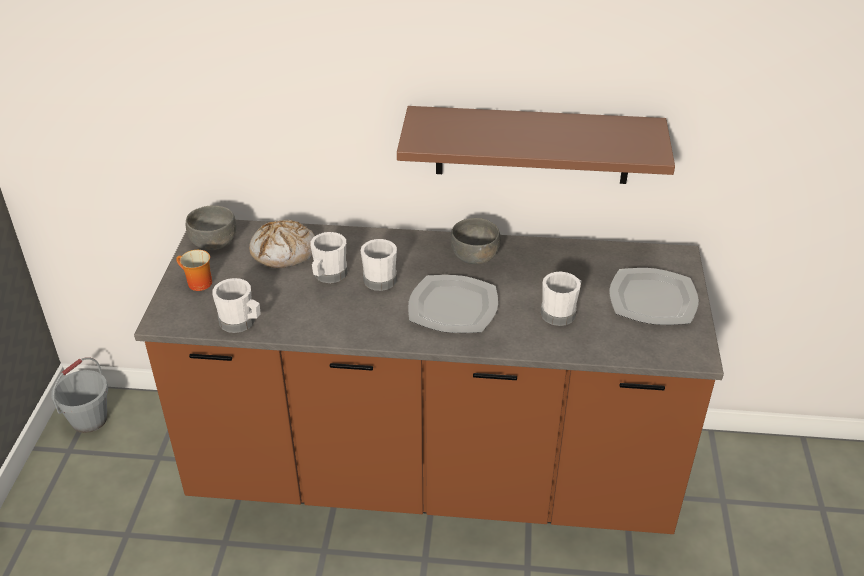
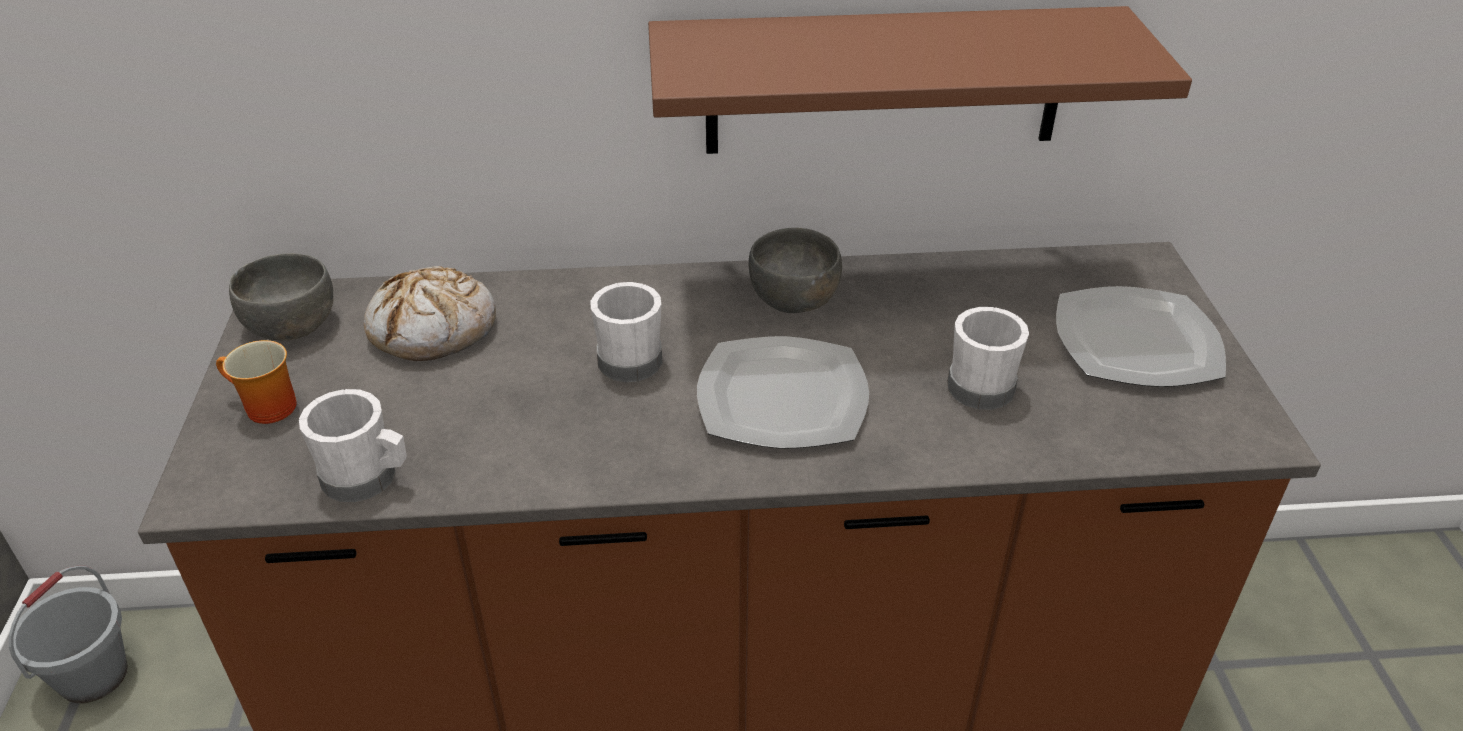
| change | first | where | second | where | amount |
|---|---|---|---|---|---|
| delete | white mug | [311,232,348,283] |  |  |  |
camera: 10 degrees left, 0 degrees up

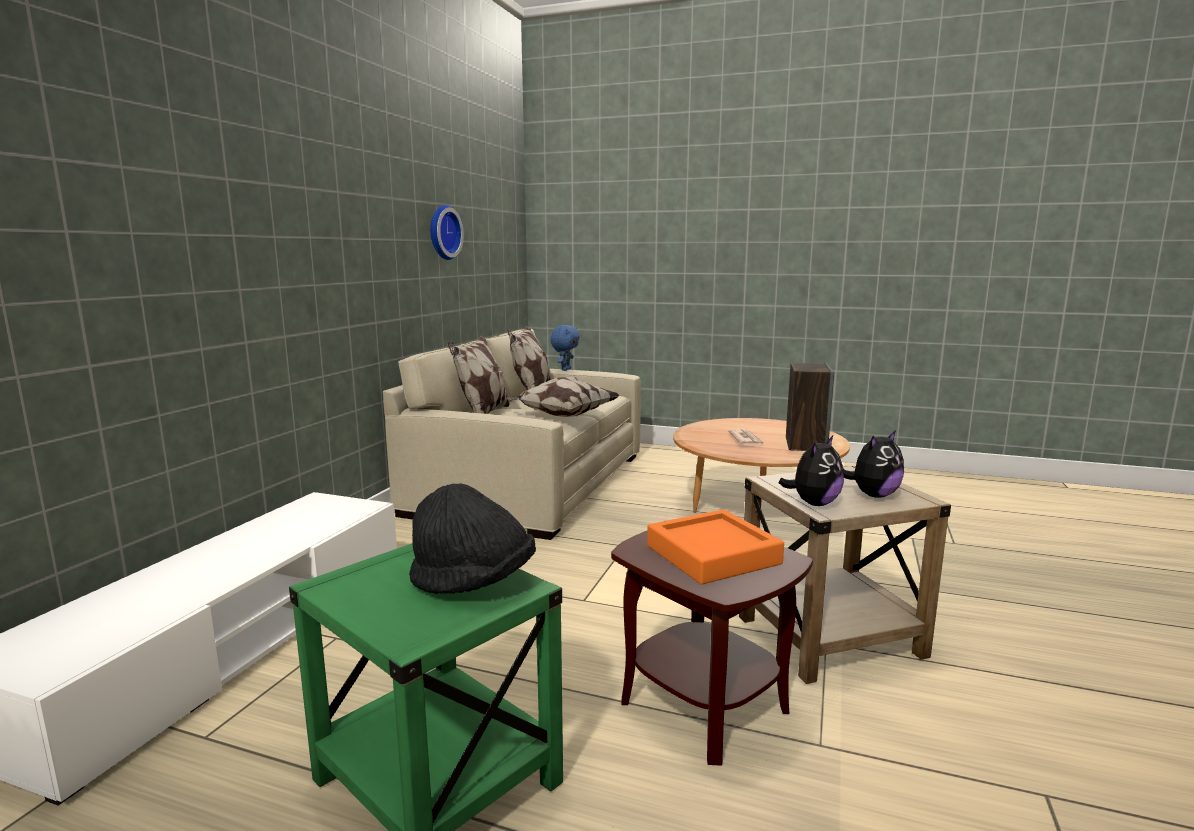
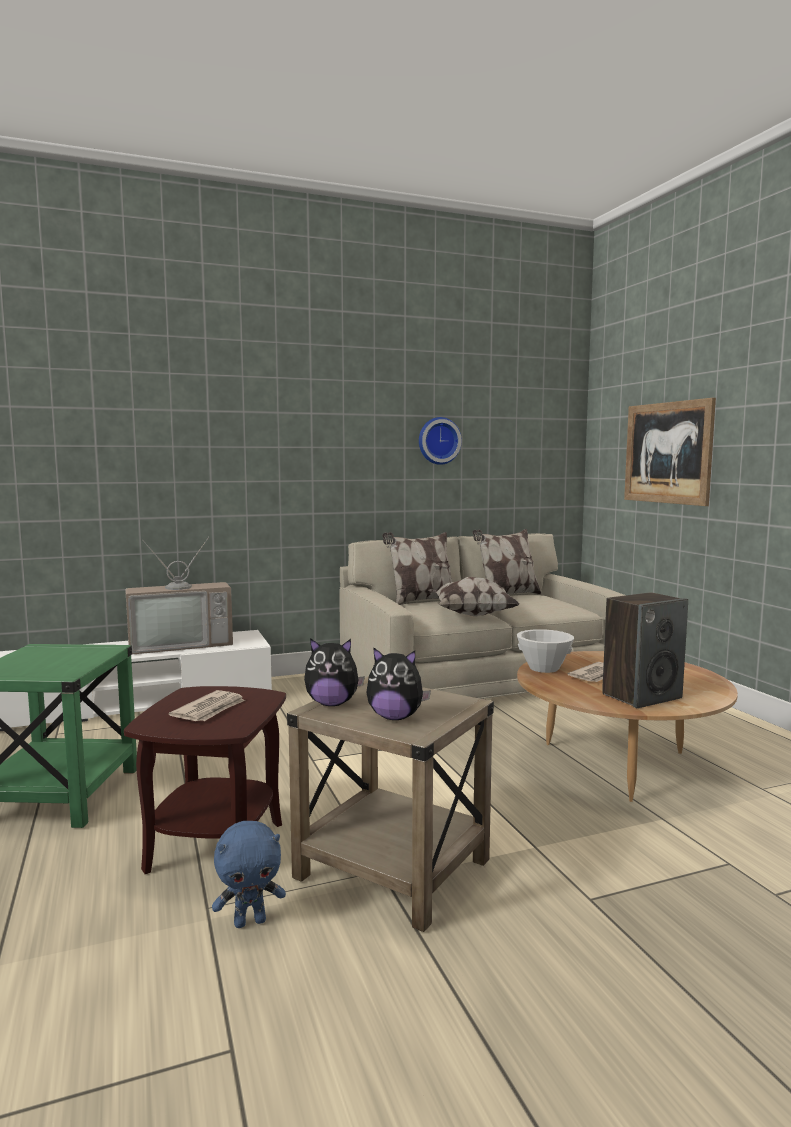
| change | first | where | second | where | amount |
|---|---|---|---|---|---|
| delete | black hat | [409,483,536,594] |  |  |  |
| insert |  |  | television | [125,537,233,655] |  |
| insert |  |  | white bowl | [517,629,574,673] |  |
| insert |  |  | picture | [624,398,716,506] |  |
| move | blue plush toy | [551,325,580,371] |  | [212,821,286,928] |  |
| replace | orange tray | [647,509,784,585] | newspaper | [169,690,245,721] |  |
camera: 50 degrees right, 5 degrees down

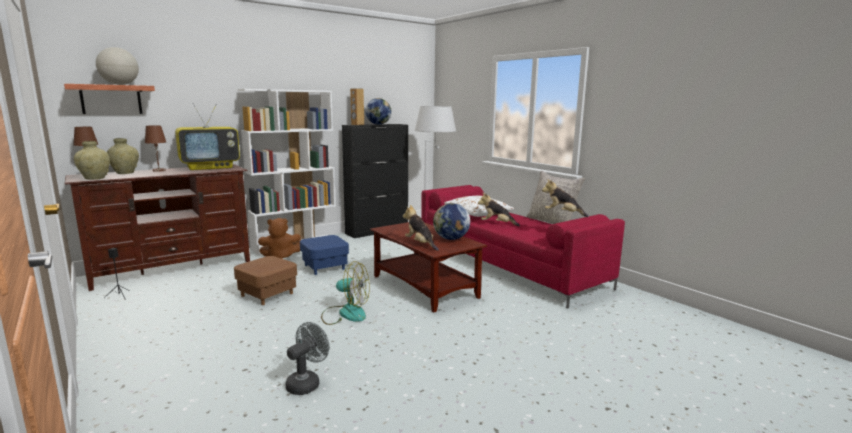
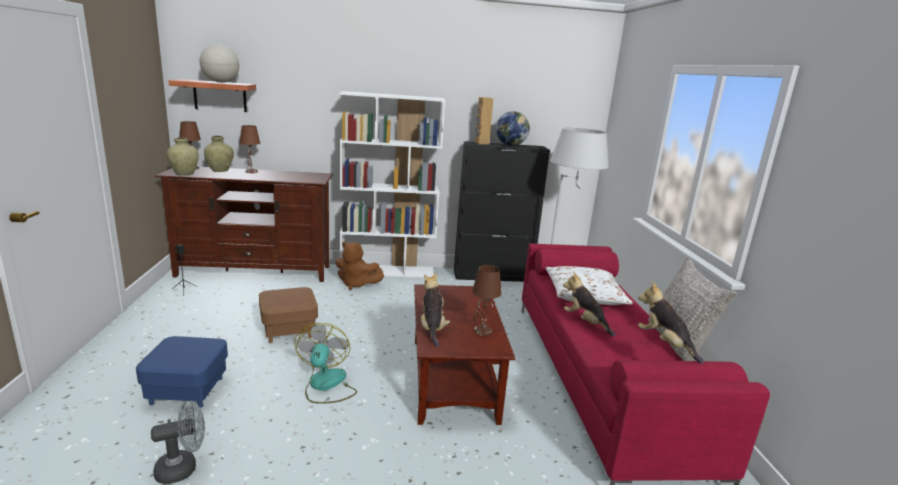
| change | first | where | second | where | amount |
|---|---|---|---|---|---|
| delete | television | [175,103,240,170] |  |  |  |
| move | blue ottoman | [300,235,349,275] |  | [136,336,228,408] |  |
| replace | globe | [433,203,470,240] | brown table lamp | [472,265,502,336] |  |
| rotate | fan | [321,261,370,325] |  | [294,323,357,404] | 135 degrees counterclockwise |
camera: 30 degrees right, 5 degrees up

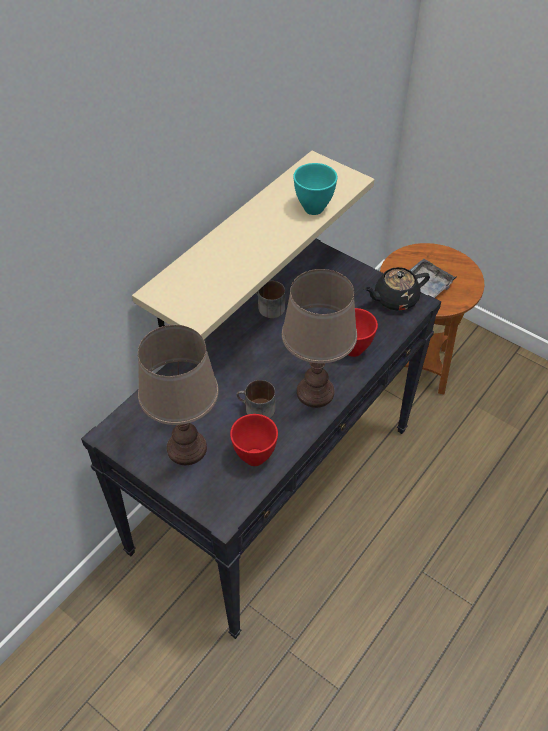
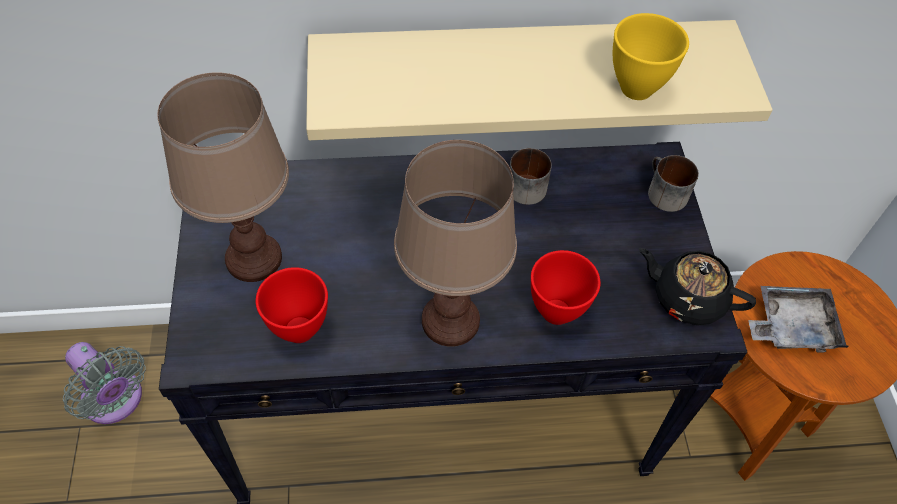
| change | first | where | second | where | amount |
|---|---|---|---|---|---|
| insert |  |  | grey fan | [63,342,146,424] |  |
| move | mug | [236,380,275,418] |  | [648,155,699,212] |  |
| recolor | turquoise bowl | [293,163,338,215] | yellow bowl | [613,13,689,100] |  |
camera: 45 degrees right, 5 degrees up

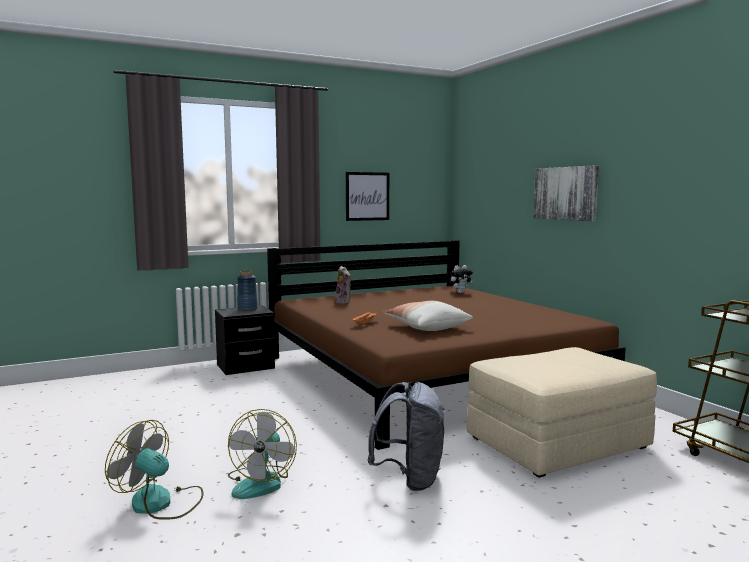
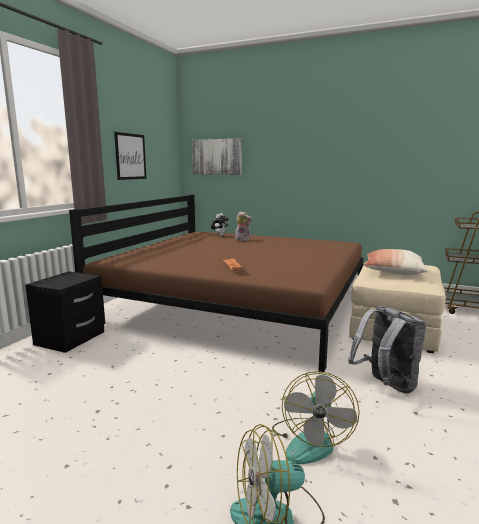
| change | first | where | second | where | amount |
|---|---|---|---|---|---|
| delete | blue vase | [237,271,258,311] |  |  |  |
| move | plush toy | [335,266,351,304] |  | [235,212,252,241] |  |
| move | pillow | [383,301,473,331] |  | [364,249,428,275] |  |
| move | picture | [533,165,599,221] |  | [192,138,242,175] |  |
| rotate | fan | [228,409,297,499] |  | [272,371,360,464] | 45 degrees clockwise |
camera: 40 degrees left, 5 degrees up

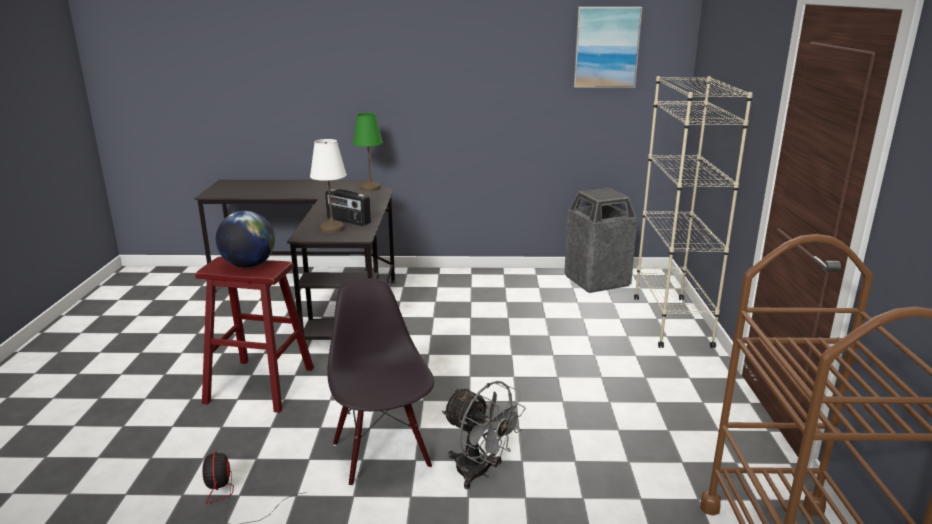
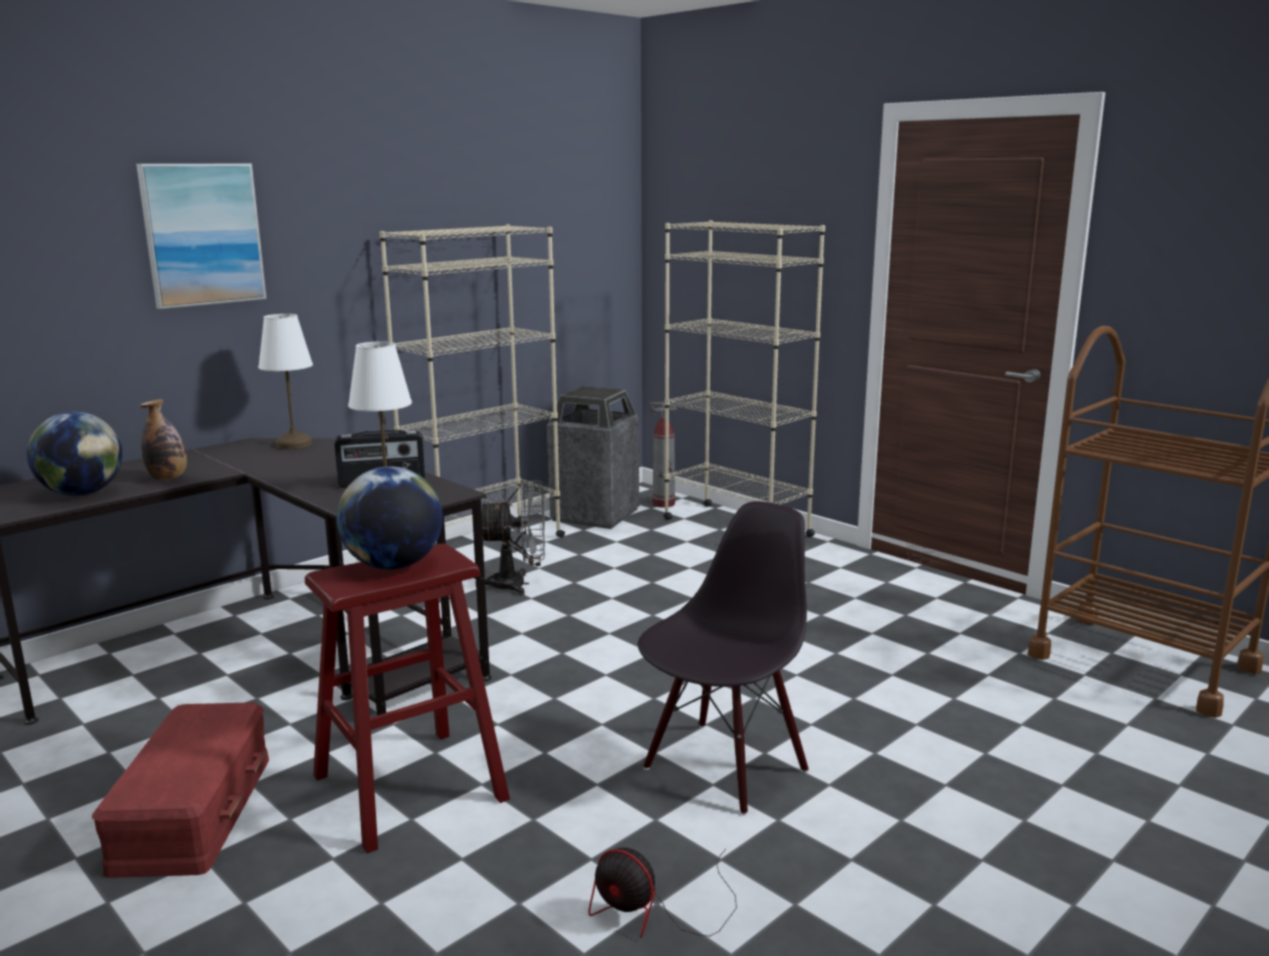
| change | first | where | second | where | amount |
|---|---|---|---|---|---|
| insert |  |  | globe | [27,412,123,496] |  |
| insert |  |  | red storage box | [92,702,269,878] |  |
| insert |  |  | bottle | [140,399,187,480] |  |
| insert |  |  | beige bookcase | [379,224,565,538] |  |
| insert |  |  | fire extinguisher | [650,402,677,508] |  |
| move | grey fan | [442,381,526,489] |  | [475,481,545,596] |  |
| move | picture | [574,7,643,88] |  | [136,164,267,309] |  |
| recolor | green table lamp | [353,113,383,191] | white table lamp | [258,314,313,449] |  |
| rotate | black chair | [327,278,434,486] |  | [638,501,809,815] | 105 degrees clockwise |
camera: 45 degrees left, 5 degrees down

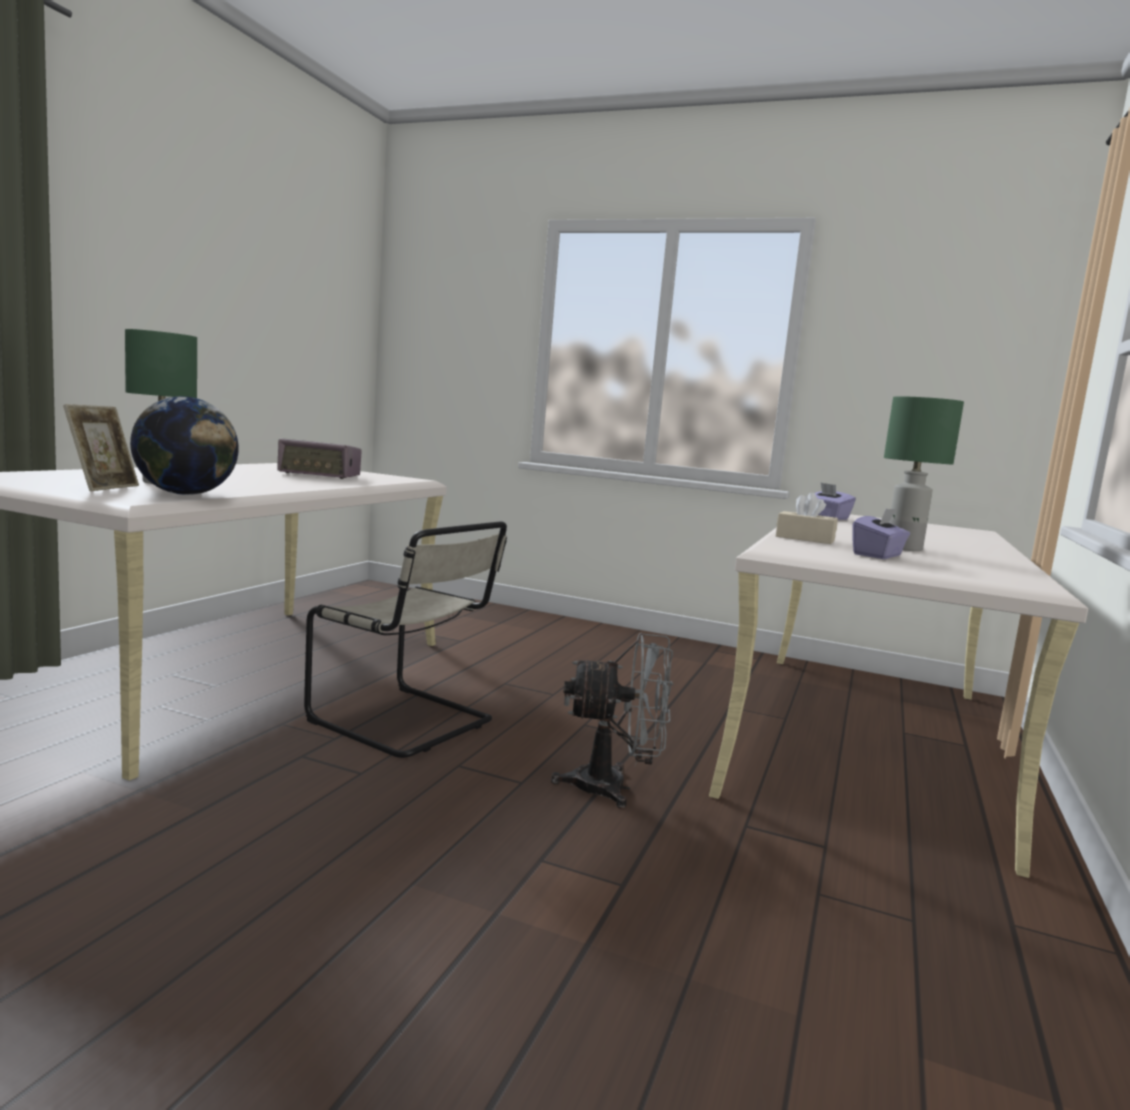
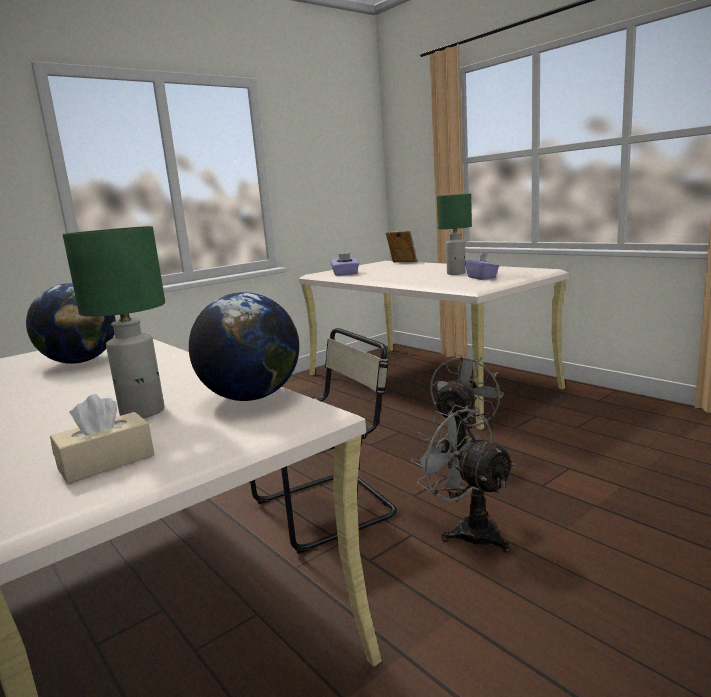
| change | first | where | second | where | amount |
|---|---|---|---|---|---|
| insert |  |  | grey fan | [411,405,516,553] |  |
| move | picture frame | [63,404,139,492] |  | [386,231,417,262] |  |
| move | beige tissue box | [776,492,838,544] |  | [50,394,154,484] |  |
| replace | radio | [277,438,361,479] | globe | [26,283,116,364] |  |
camera: 60 degrees left, 5 degrees up

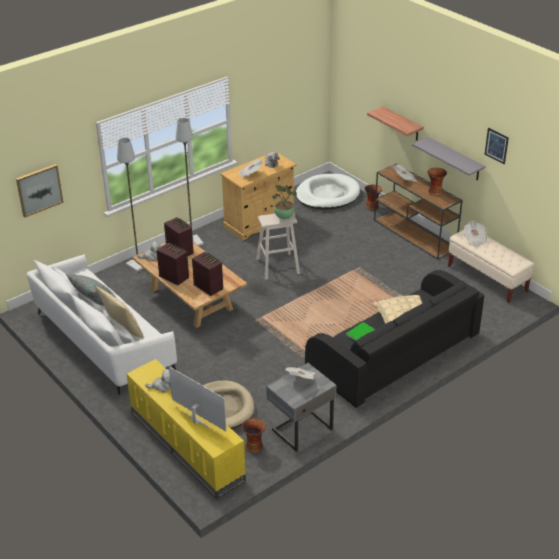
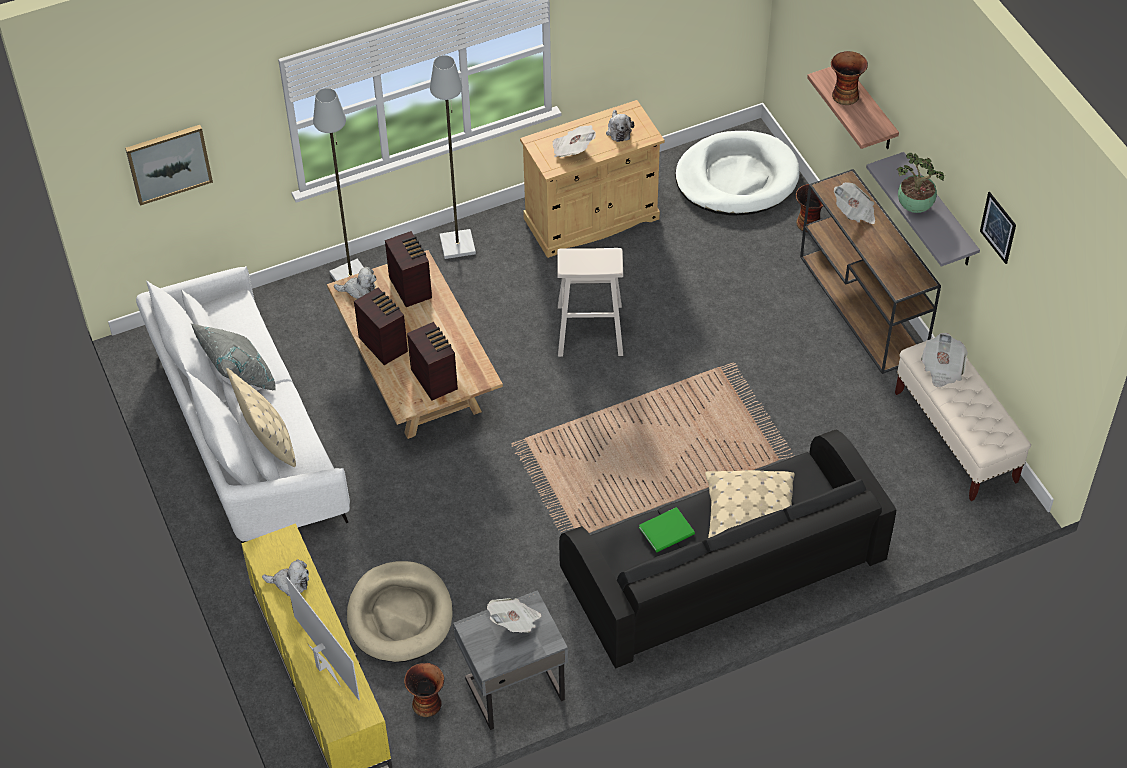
| change | first | where | second | where | amount |
|---|---|---|---|---|---|
| move | potted plant | [272,185,297,219] |  | [897,153,945,213] |  |
| move | vase | [427,168,447,196] |  | [831,51,868,105] |  |
camera: 15 degrees right, 15 degrees up

